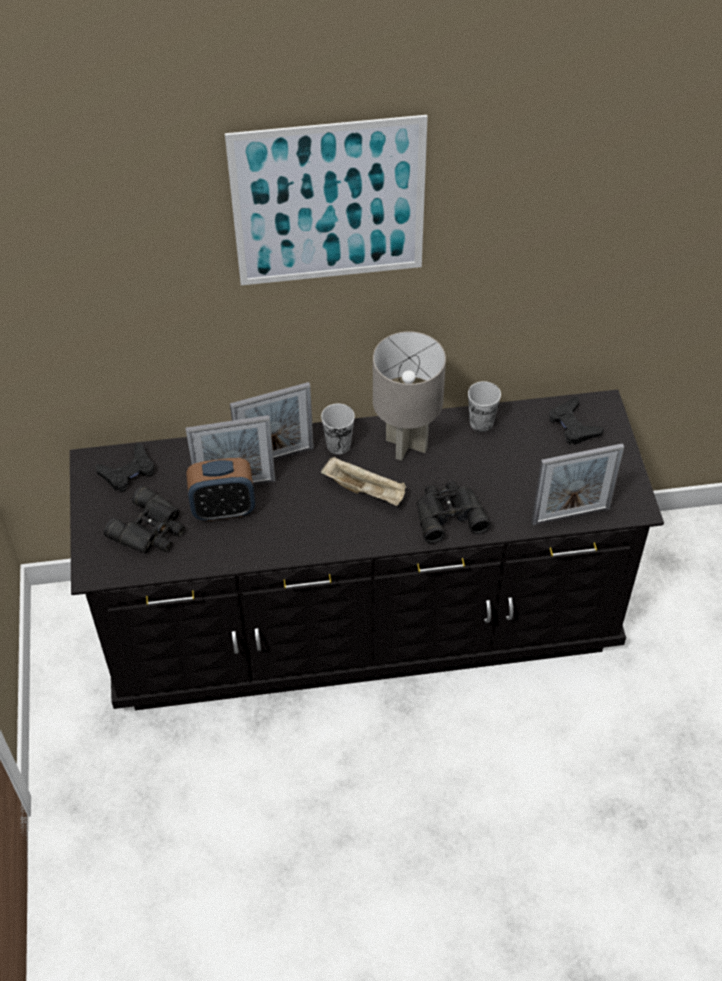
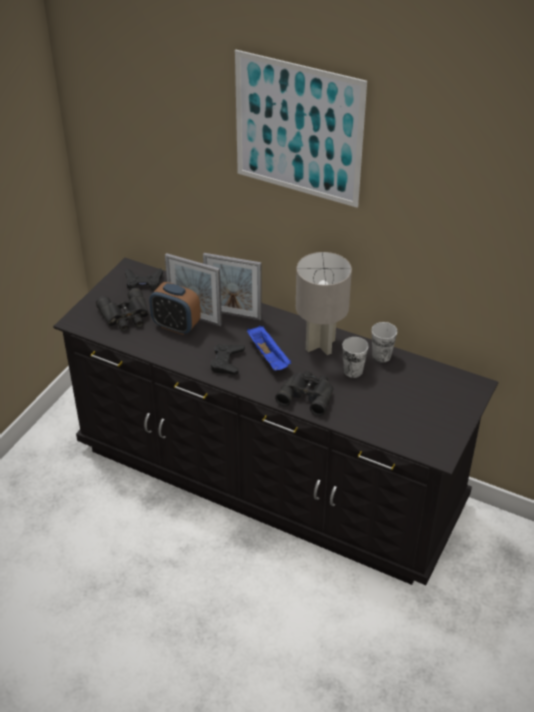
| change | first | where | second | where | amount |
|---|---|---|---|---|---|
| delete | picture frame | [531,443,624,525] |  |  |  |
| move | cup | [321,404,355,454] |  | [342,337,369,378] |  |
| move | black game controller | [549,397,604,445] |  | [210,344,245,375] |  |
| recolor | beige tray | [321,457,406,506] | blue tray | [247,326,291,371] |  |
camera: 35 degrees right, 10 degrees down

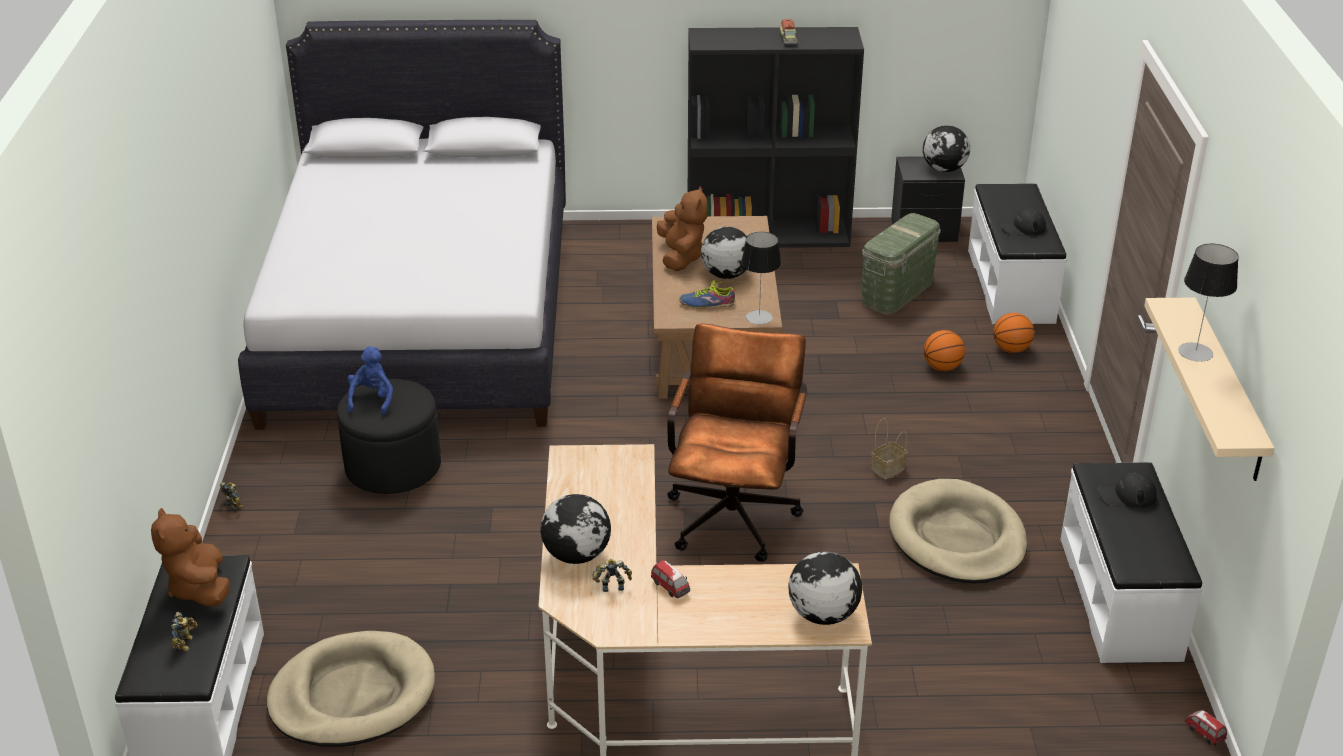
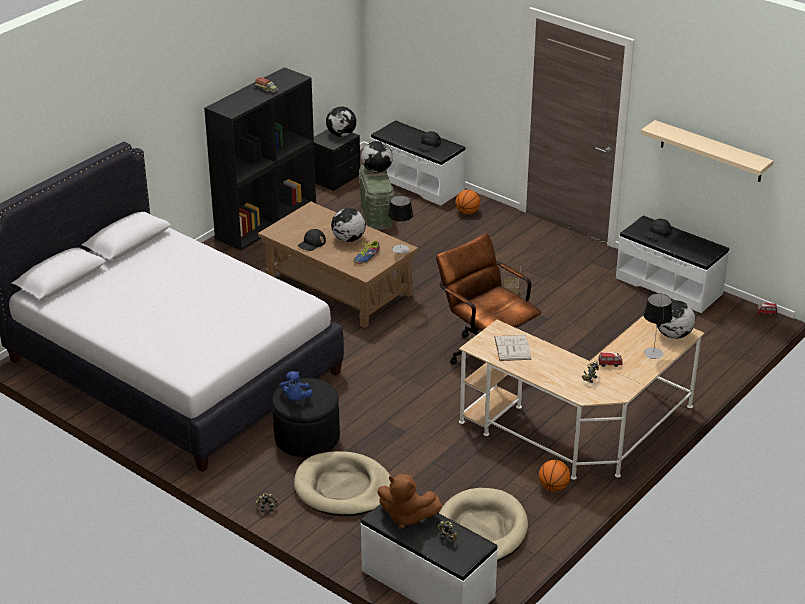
| change | first | where | second | where | amount |
|---|---|---|---|---|---|
| insert |  |  | white book | [494,335,532,361] |  |
| move | globe | [541,494,611,564] |  | [361,141,393,173] |  |
| move | beige dog bed | [889,479,1027,583] |  | [294,451,391,516] |  |
| move | basketball | [923,330,965,371] |  | [539,460,570,492] |  |
| move | table lamp | [1178,244,1239,362] |  | [643,293,673,359] |  |
| replace | brown plush toy | [657,187,708,271] | black cap | [298,229,326,251] |  |
| rotate | blue plush toy | [347,346,393,415] |  | [279,371,313,401] | 135 degrees counterclockwise |
camera: 50 degrees left, 0 degrees up

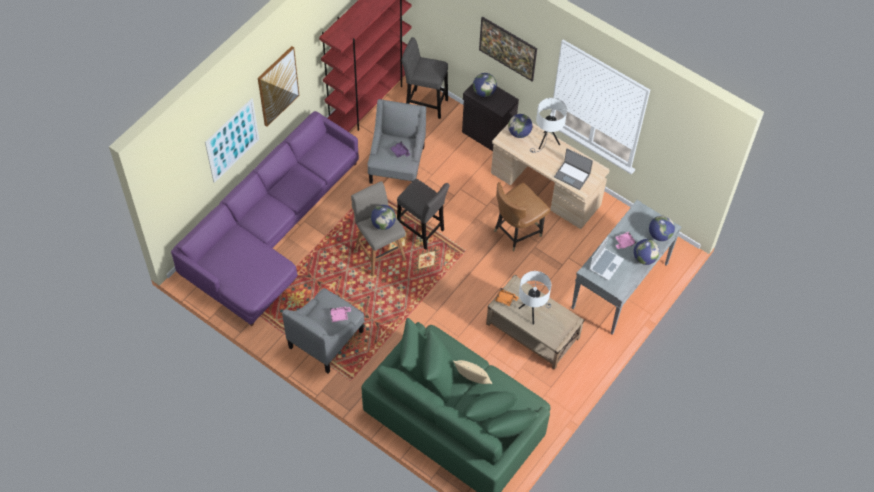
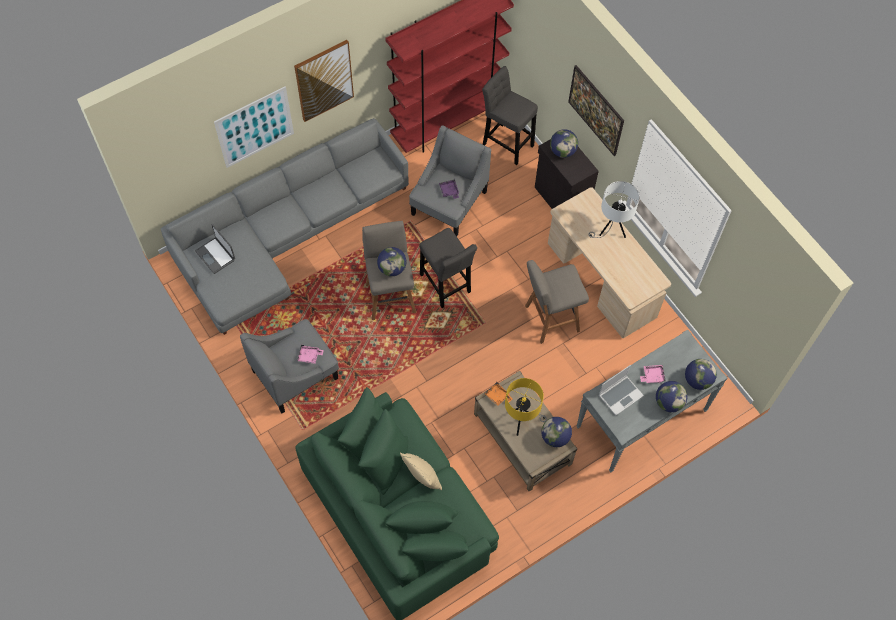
| change | first | where | second | where | amount |
|---|---|---|---|---|---|
| move | globe | [508,114,532,138] |  | [541,417,572,447] |  |
| move | laptop | [554,148,593,190] |  | [195,224,235,274] |  |
| replace | brown chair | [494,182,550,251] | grey stool | [525,260,589,344] |  |
| recolor | purple sofa | [171,111,359,326] | grey sofa | [161,118,409,335] |  |
| recolor | white table lamp | [518,271,551,325] | yellow table lamp | [505,378,547,436] |  |
camera: 20 degrees right, 5 degrees up

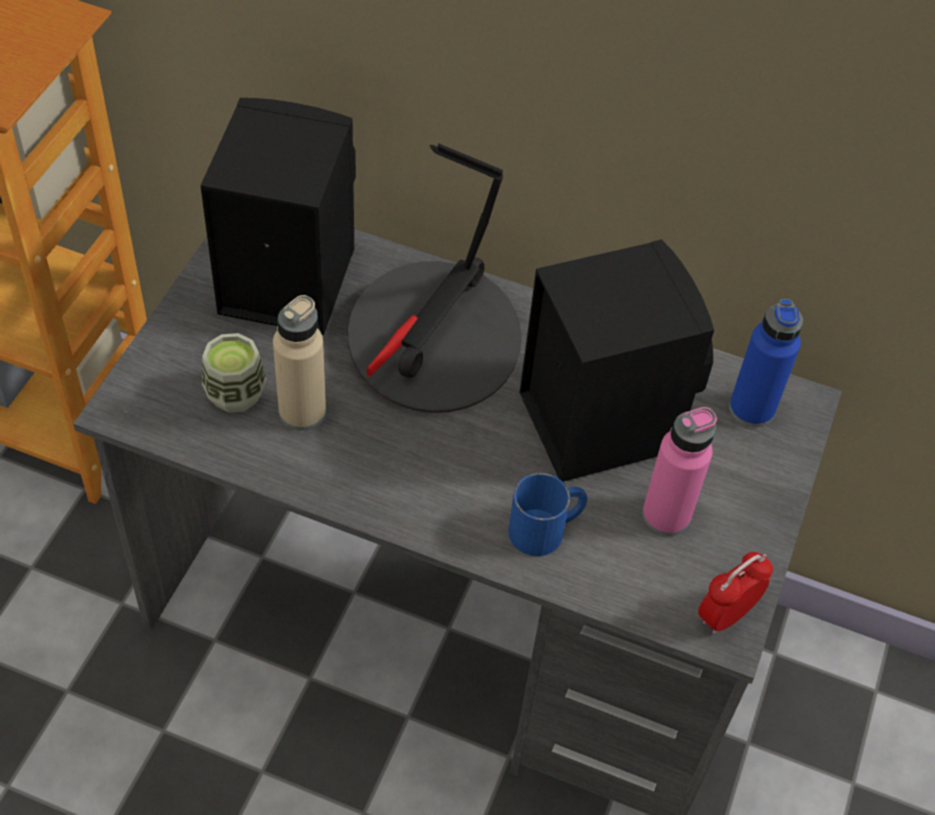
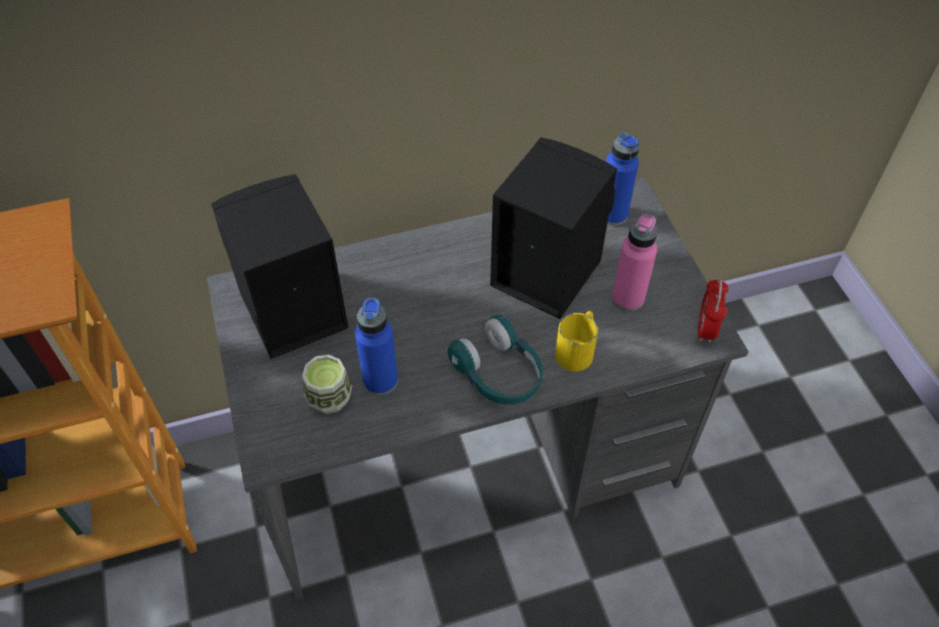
| change | first | where | second | where | amount |
|---|---|---|---|---|---|
| delete | table lamp | [348,143,522,413] |  |  |  |
| insert |  |  | turquoise headphones | [448,315,543,405] |  |
| recolor | beige bottle | [273,295,326,431] | blue bottle | [355,298,398,395] |  |
| recolor | blue mug | [508,473,587,556] | yellow mug | [555,311,598,371] |  |
camera: 35 degrees left, 0 degrees up

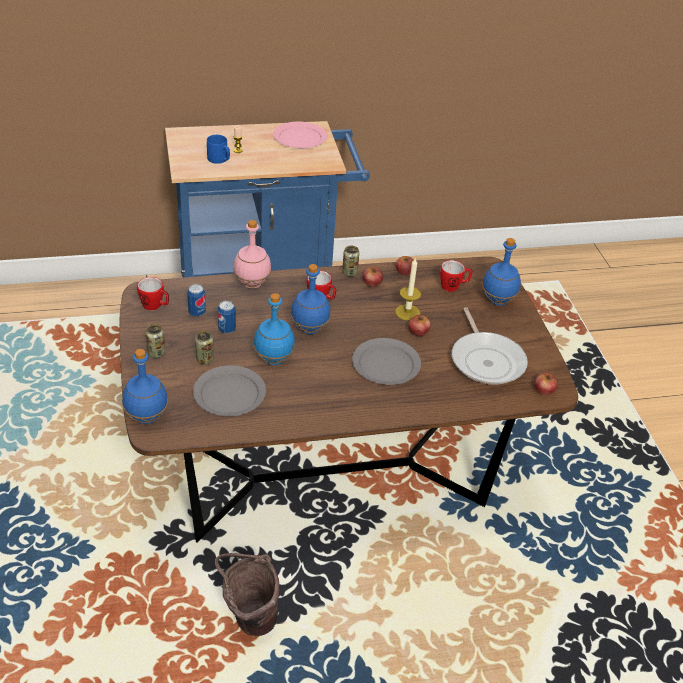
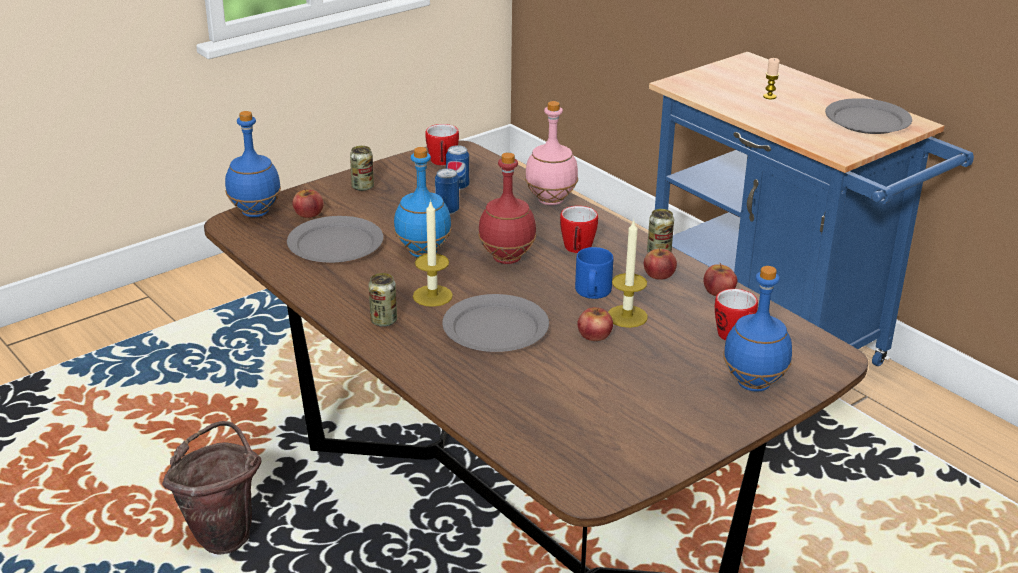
| change | first | where | second | where | amount |
|---|---|---|---|---|---|
| delete | frying pan | [452,307,528,385] |  |  |  |
| insert |  |  | candle | [413,200,453,307] |  |
| move | can | [195,331,214,365] |  | [369,273,397,327] |  |
| move | blue mug | [207,135,230,164] |  | [575,247,613,299] |  |
| move | apple | [534,373,558,395] |  | [292,188,324,218] |  |
| recolor | pink plate | [273,122,327,148] | grey plate | [825,98,912,134] |  |
| recolor | blue bottle | [291,264,331,334] | red bottle | [478,152,536,264] |  |
camera: 65 degrees right, 10 degrees down

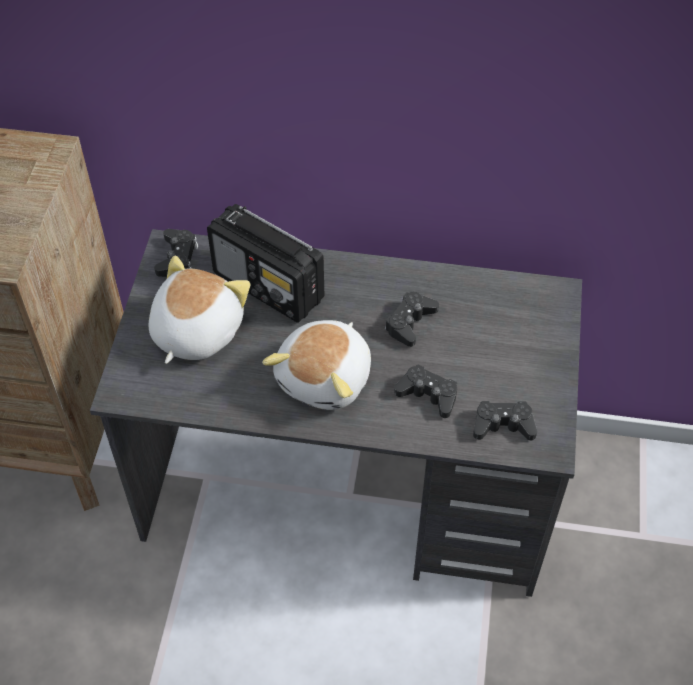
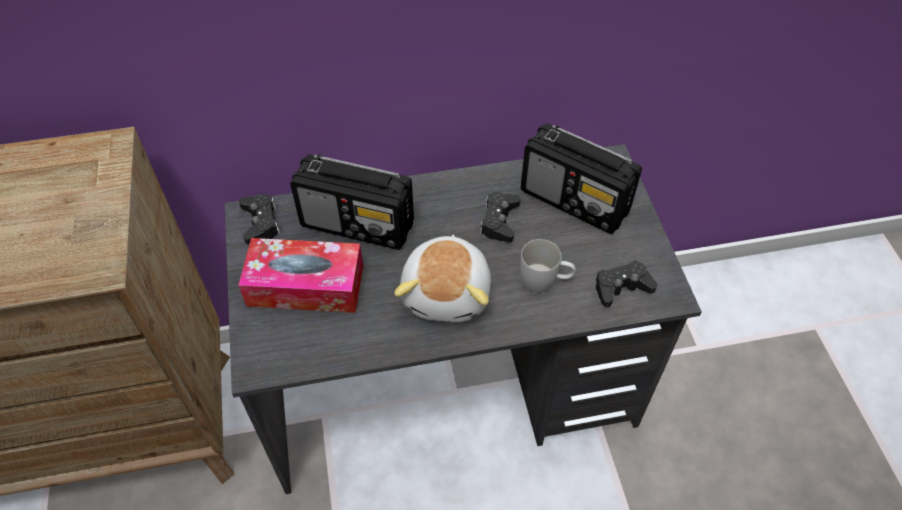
| change | first | where | second | where | amount |
|---|---|---|---|---|---|
| insert |  |  | radio | [521,124,642,234] |  |
| replace | plush toy | [149,256,250,364] | tissue box | [238,238,363,313] |  |
| replace | black game controller | [394,364,457,418] | white mug | [520,239,576,292] |  |
camera: 20 degrees left, 0 degrees up

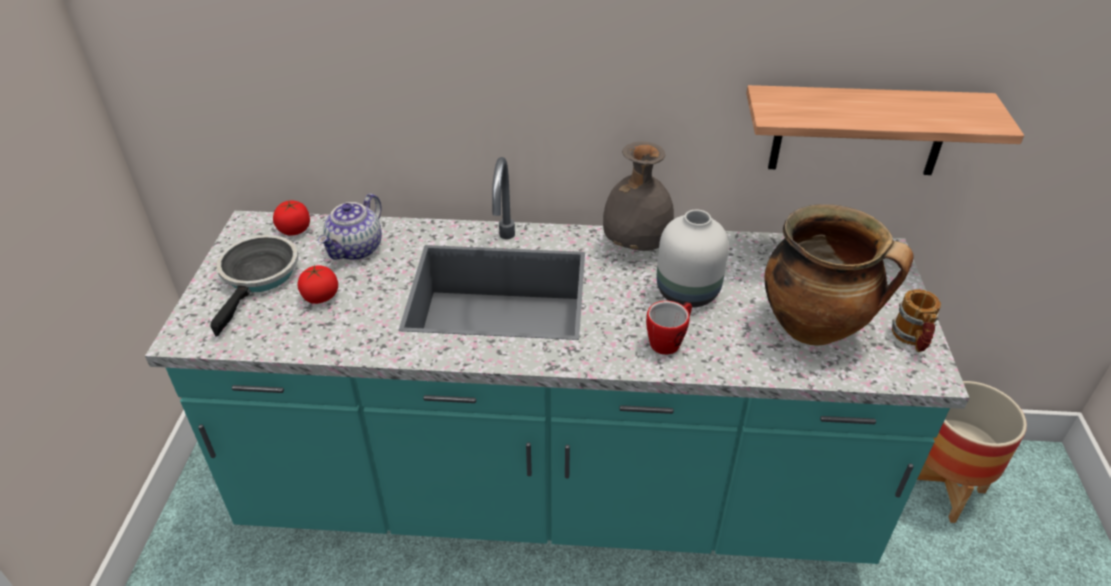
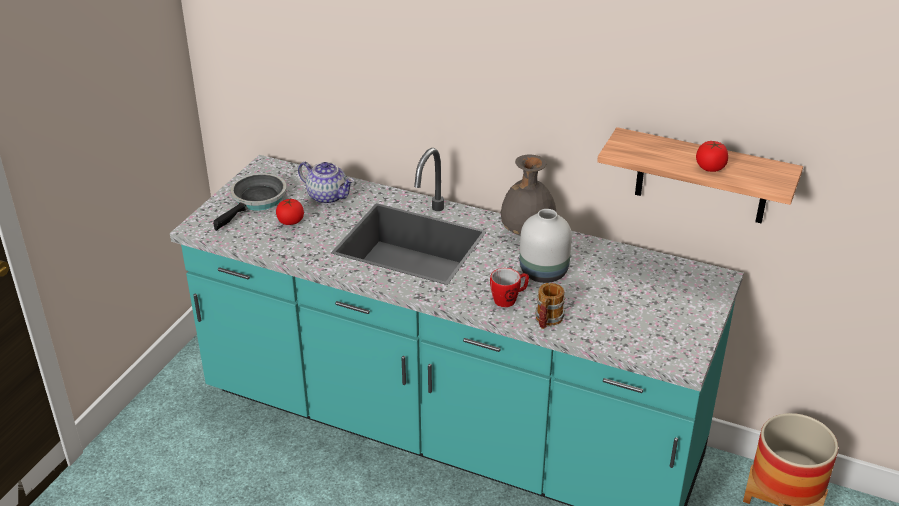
| change | first | where | second | where | amount |
|---|---|---|---|---|---|
| delete | cooking pot | [765,204,913,346] |  |  |  |
| move | tomato | [273,200,310,236] |  | [696,141,728,172] |  |
| move | mug | [892,289,941,352] |  | [535,283,565,329] |  |
| rotate | teapot | [318,194,382,260] |  | [298,162,354,204] | 105 degrees counterclockwise |
camera: 20 degrees right, 5 degrees down

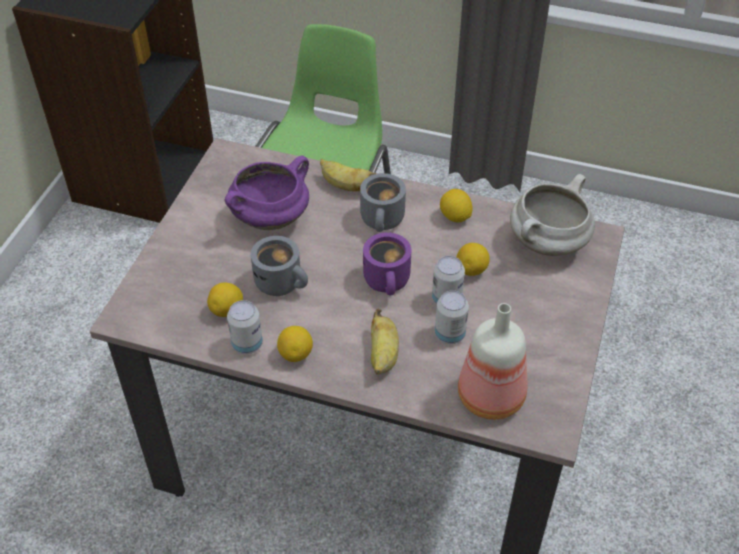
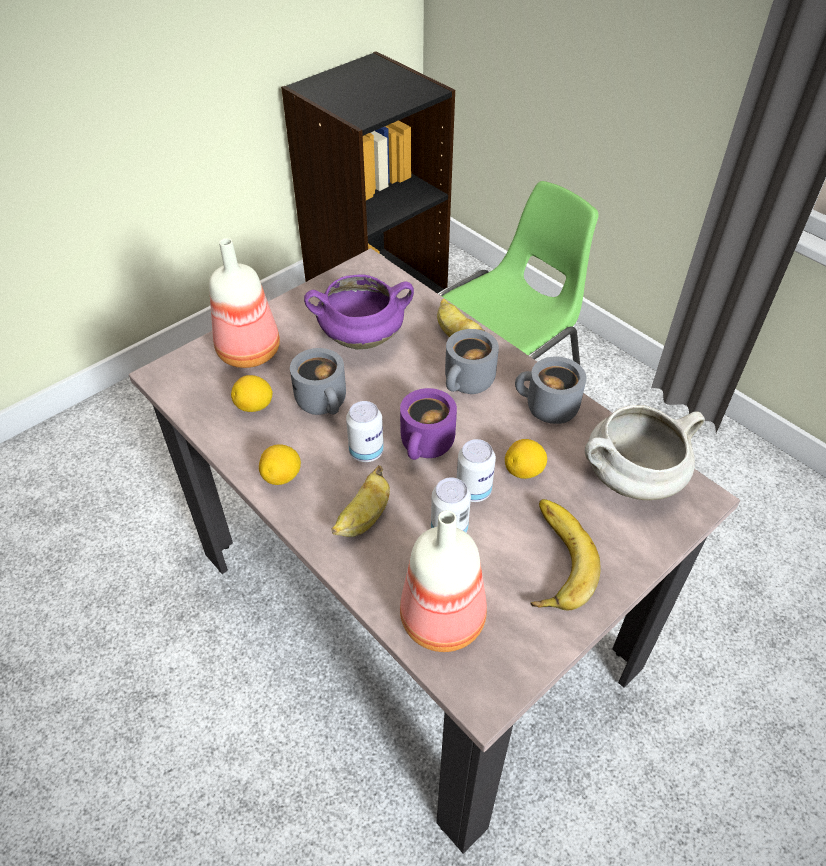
| change | first | where | second | where | amount |
|---|---|---|---|---|---|
| insert |  |  | bottle | [209,238,280,368] |  |
| insert |  |  | banana | [530,499,601,610] |  |
| move | can | [227,300,263,354] |  | [346,401,384,462] |  |
| replace | lemon | [440,189,473,222] | grey mug | [515,357,586,424] |  |
camera: 30 degrees right, 0 degrees up

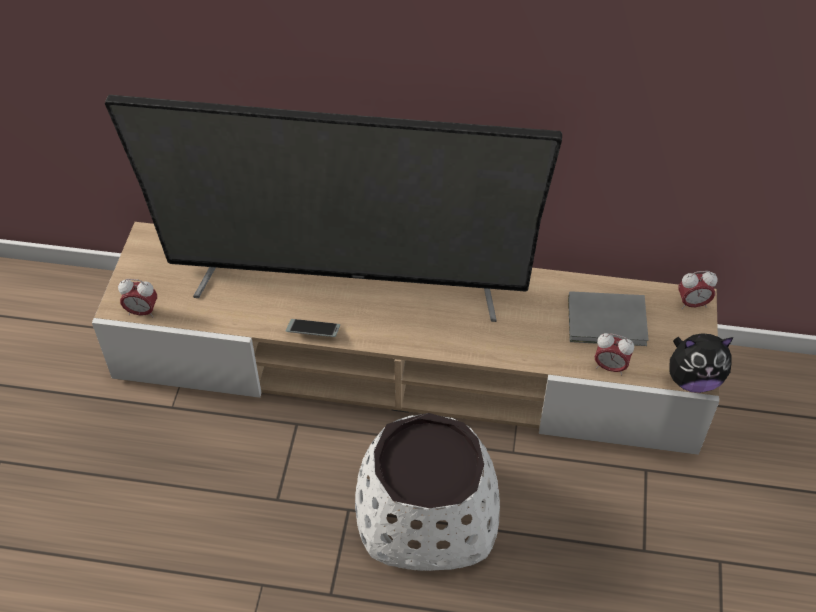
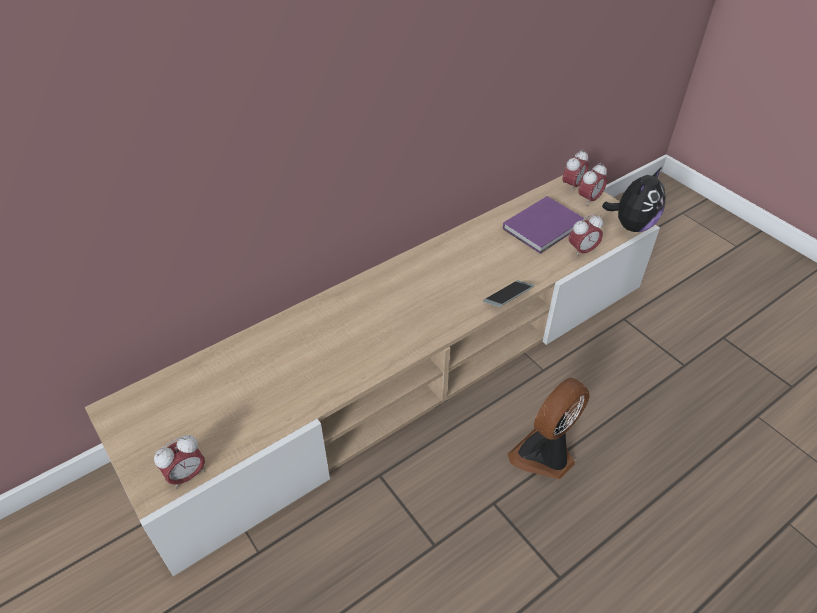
| change | first | where | second | where | amount |
|---|---|---|---|---|---|
| delete | television | [105,95,562,322] |  |  |  |
| insert |  |  | alarm clock | [578,163,607,206] |  |
| move | phone | [286,319,340,337] |  | [483,280,534,307] |  |
| replace | white planter | [355,413,500,571] | fan | [507,378,590,479] |  |
| recolor | grey book | [568,291,649,346] | purple book | [503,196,584,254] |  |
camera: 45 degrees left, 5 degrees down

